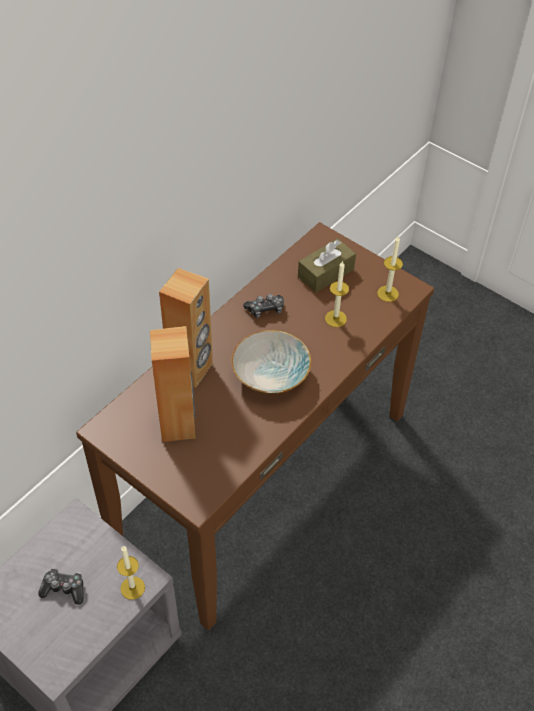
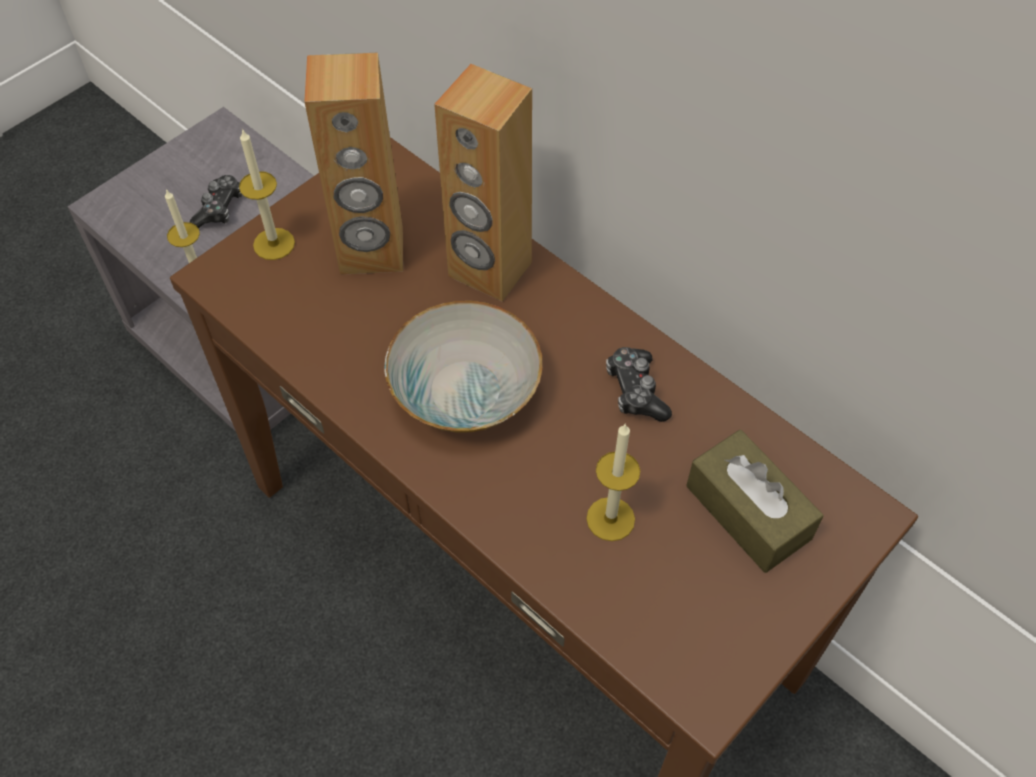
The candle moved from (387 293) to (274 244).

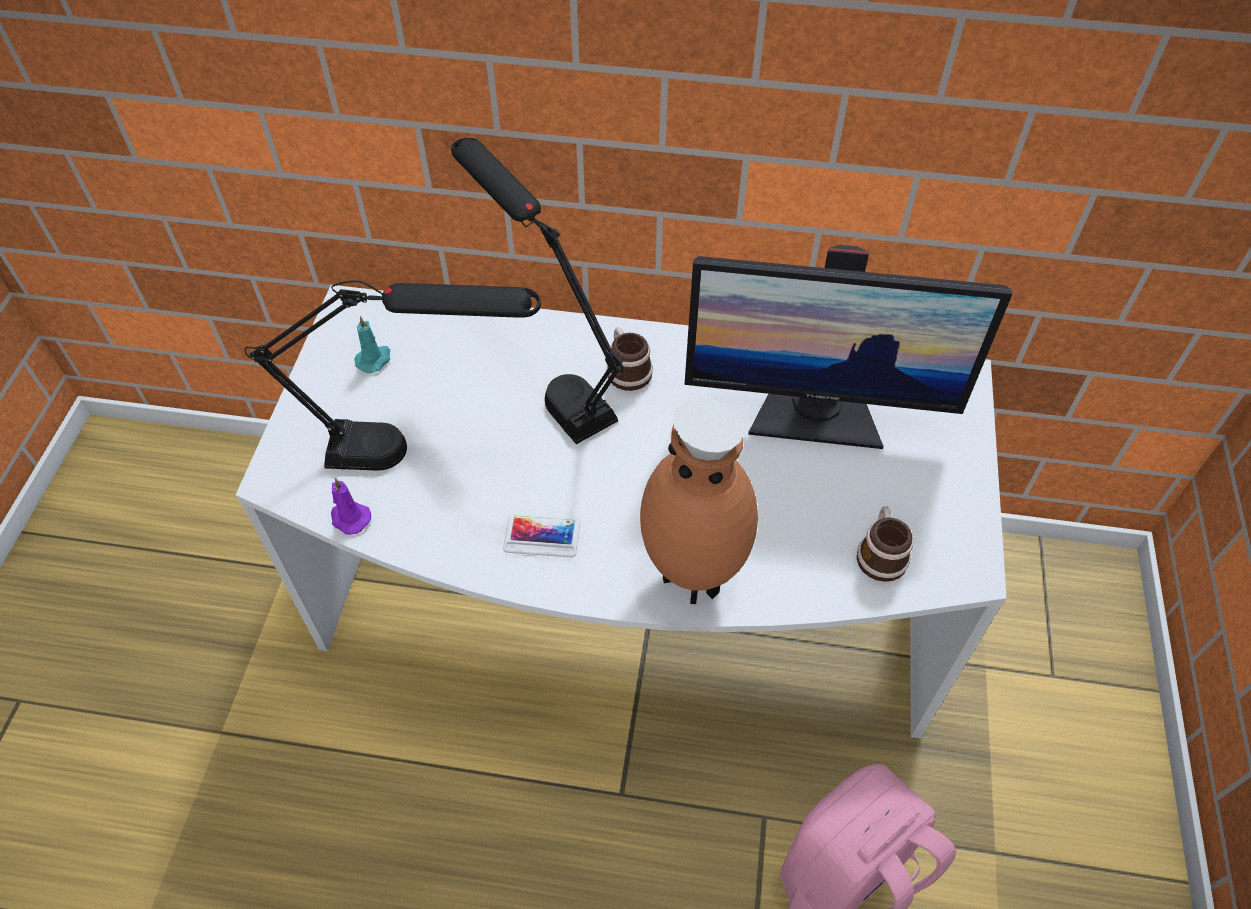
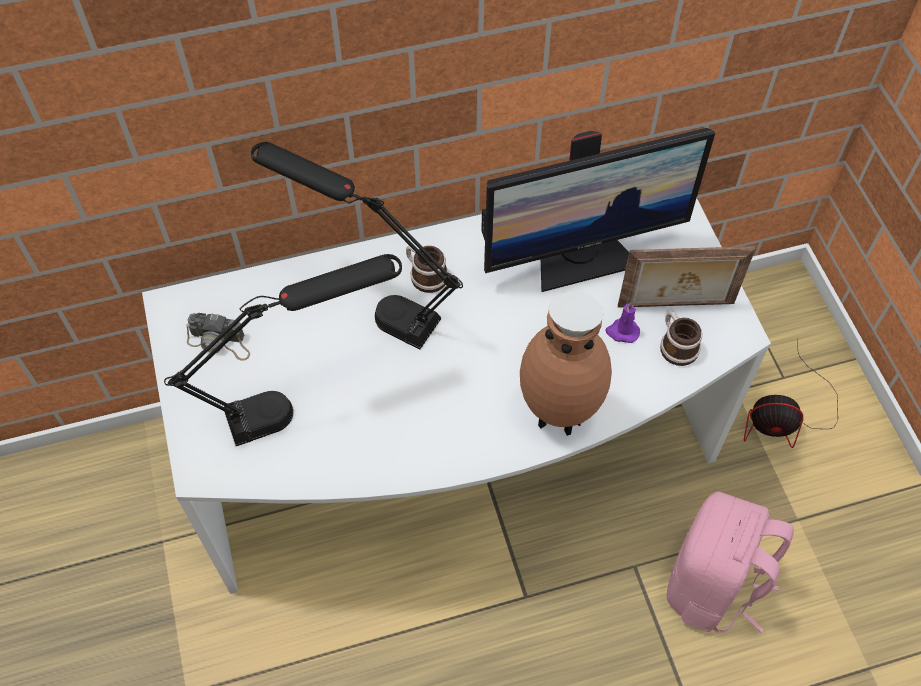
The candle in turquoise at (374 359) was replaced by the photo camera at (220 342). The candle in purple moved from (349 518) to (622 332). The phone at (542 536) disappeared. The picture frame at (676 306) appeared. The fan at (785 417) appeared.

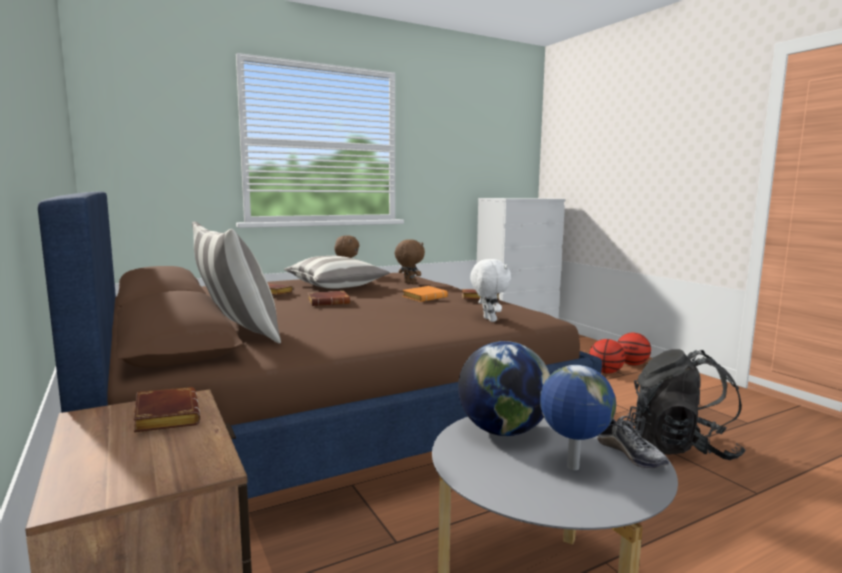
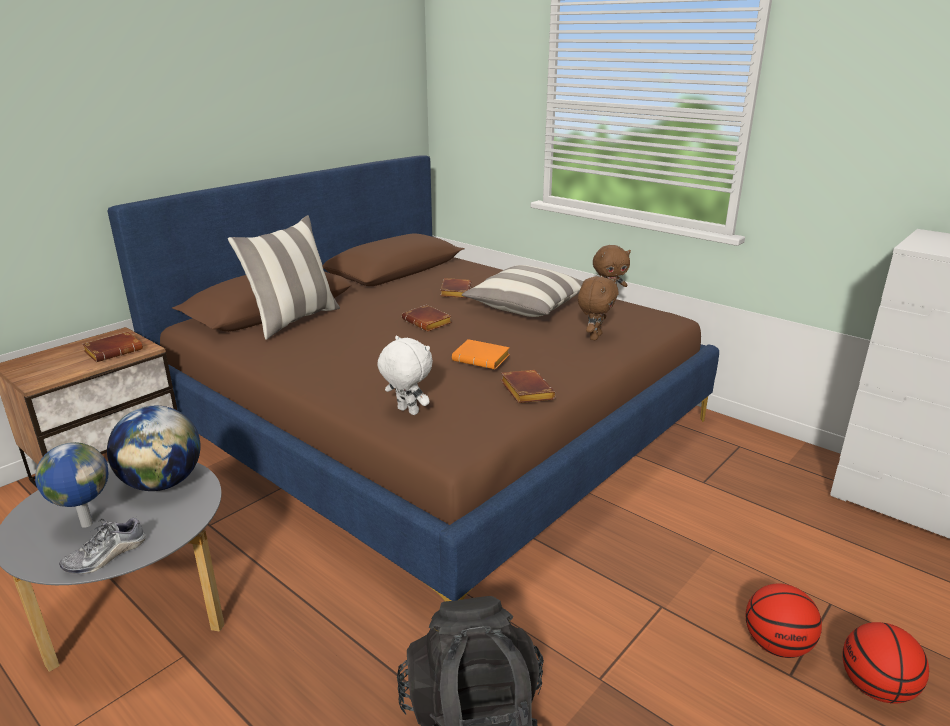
The plush toy in white at (488 319) turned 105 degrees counterclockwise.

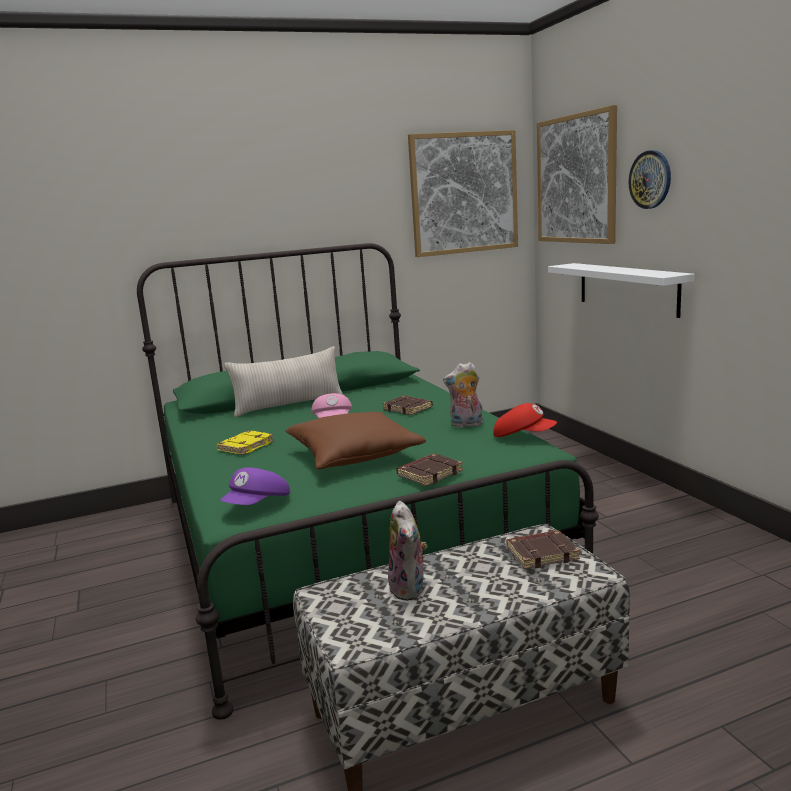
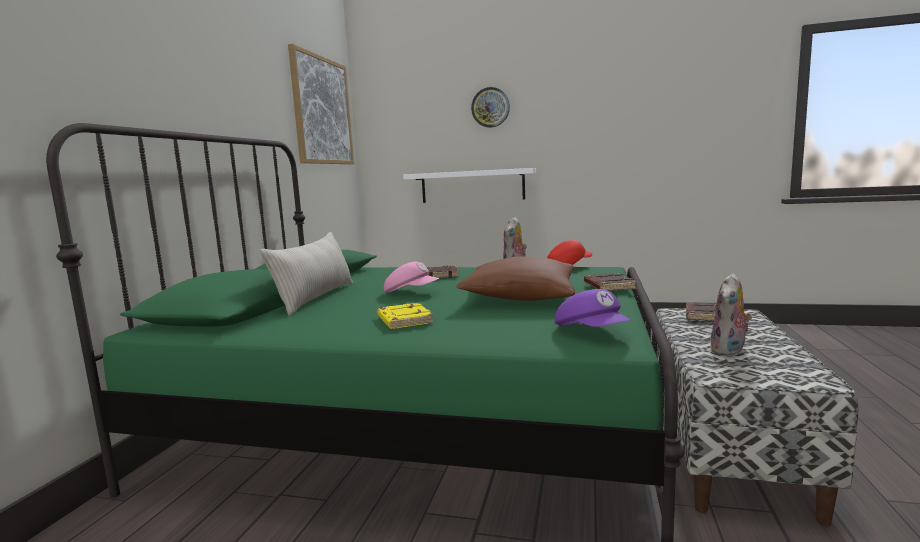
The picture at (576 179) disappeared. The plush toy at (410 589) turned 105 degrees clockwise.

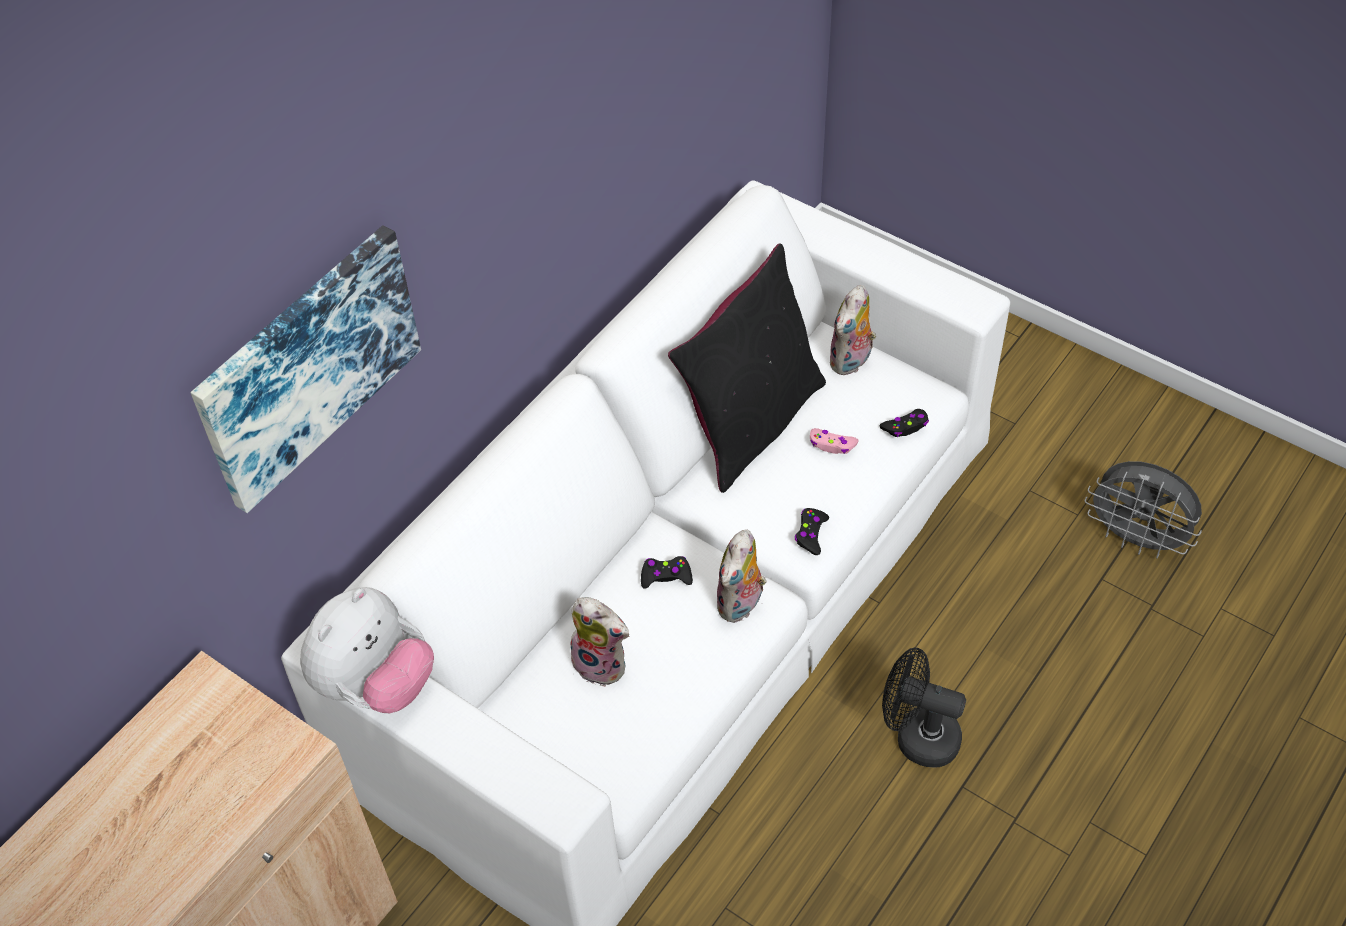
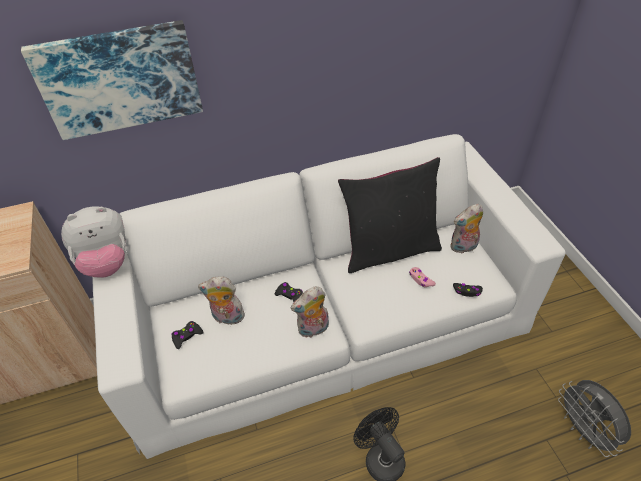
The game controller in black moved from (811 534) to (187 336). The plush toy at (603 663) turned 120 degrees clockwise.

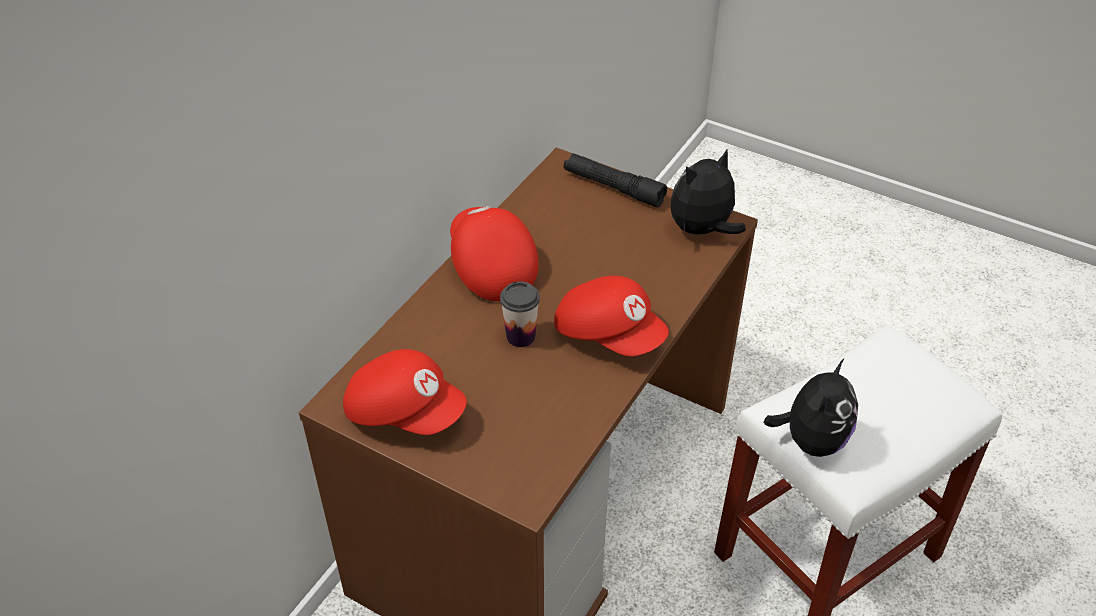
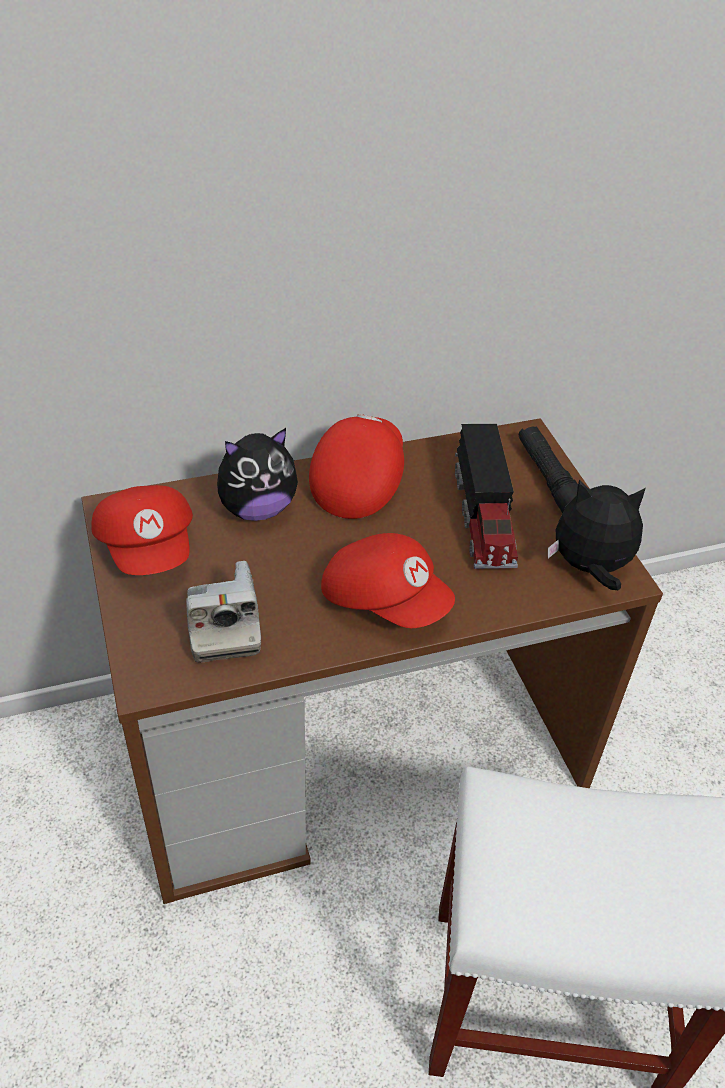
The cap in red at (609 334) turned 45 degrees counterclockwise. The cup at (520 336) disappeared. The plush toy moved from (811 440) to (257 508). The toy truck at (483 516) appeared. The photo camera at (223 626) appeared.

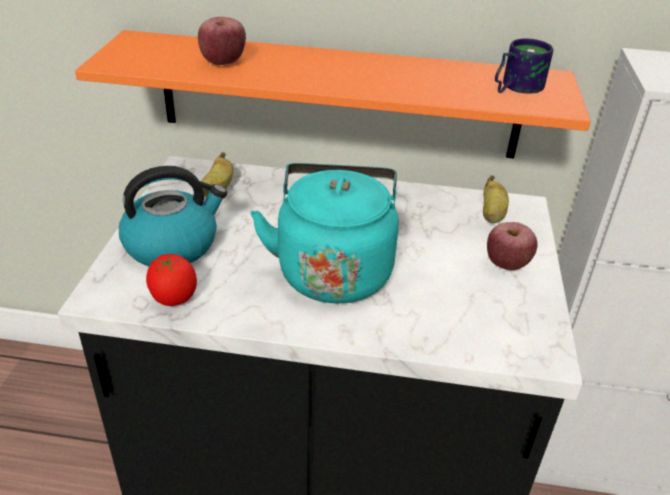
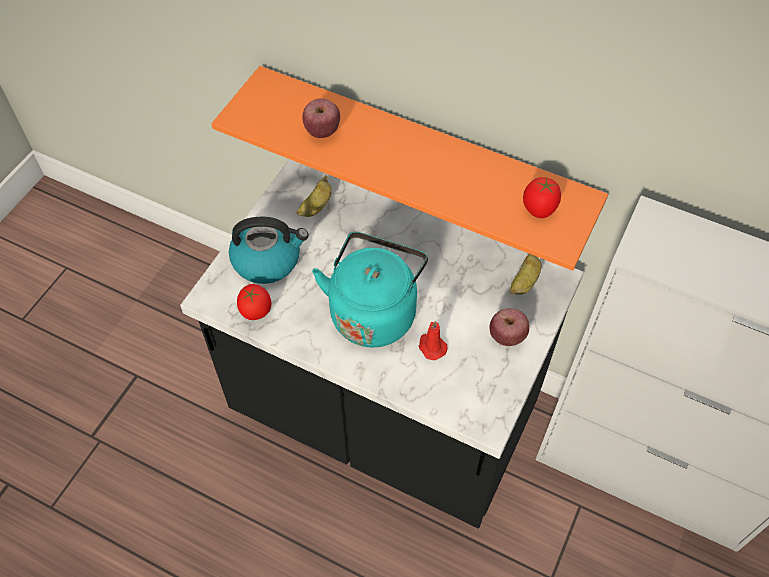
The mug at (513 87) was replaced by the tomato at (539 209). The candle in red at (431 346) appeared.

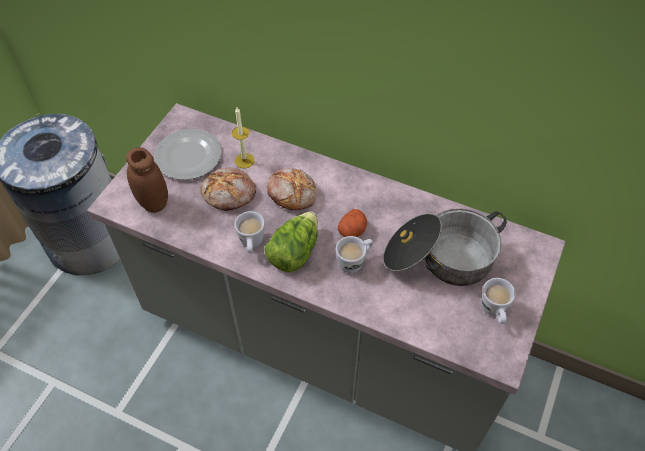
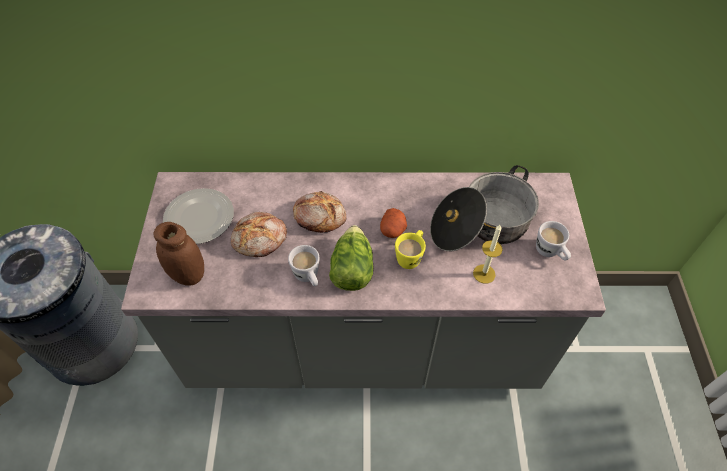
The candle moved from (244 160) to (484 274). The mug in white at (354 261) became the mug in yellow at (411 256).

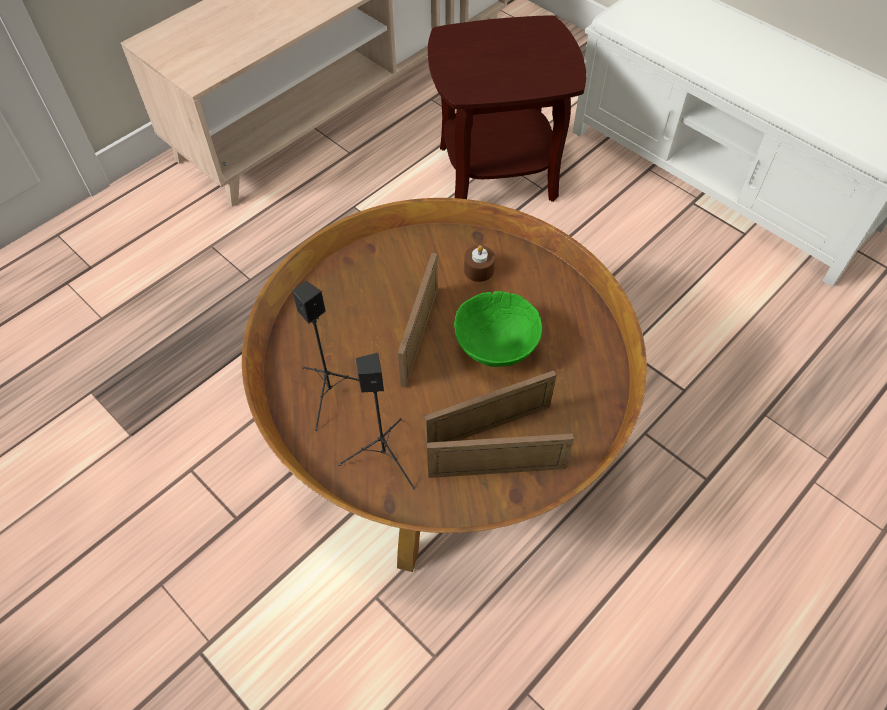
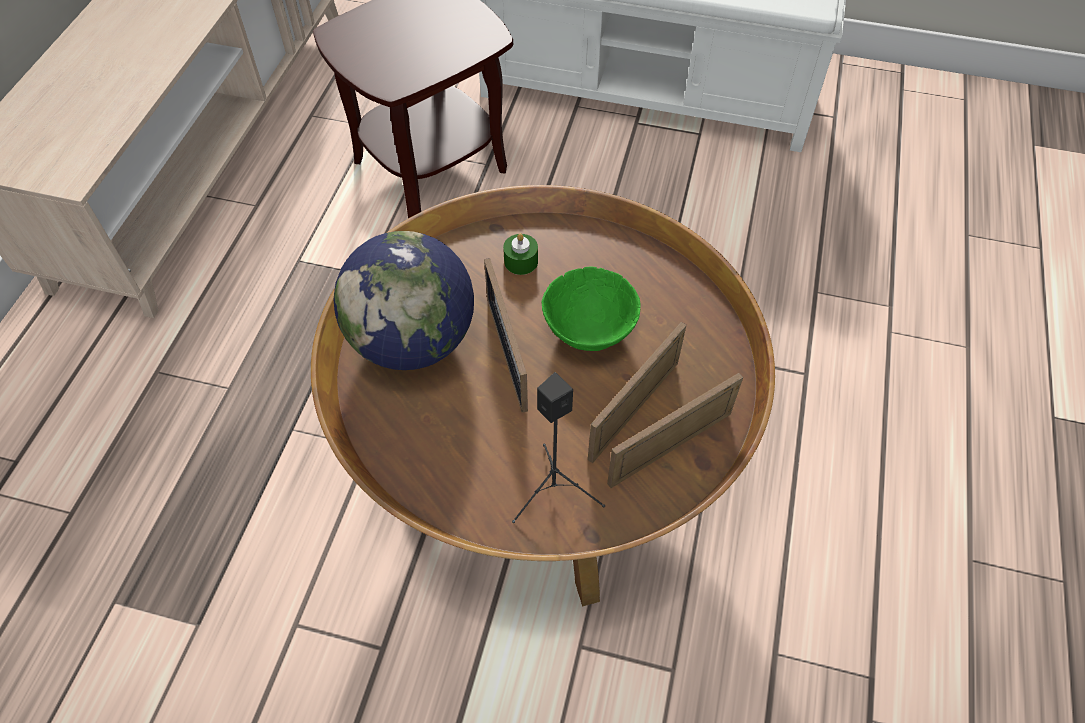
The candle in brown at (479 270) became the candle in green at (521 261). The speaker in black at (332 392) disappeared. The globe at (413 341) appeared.

